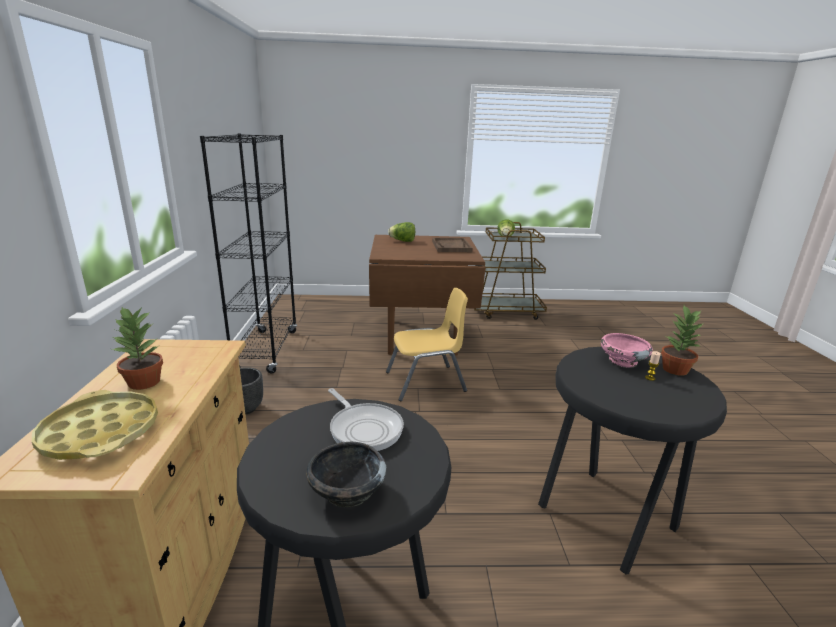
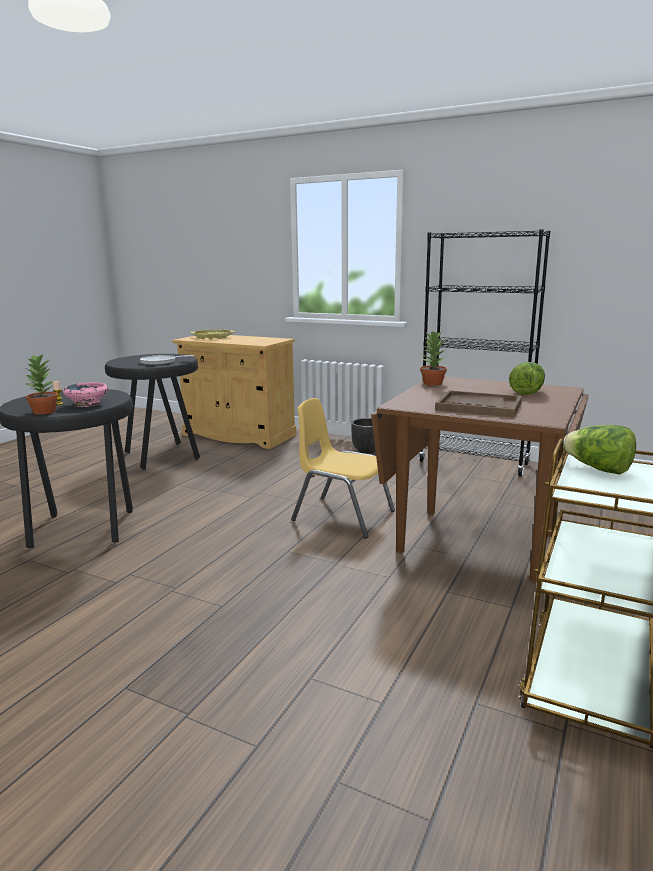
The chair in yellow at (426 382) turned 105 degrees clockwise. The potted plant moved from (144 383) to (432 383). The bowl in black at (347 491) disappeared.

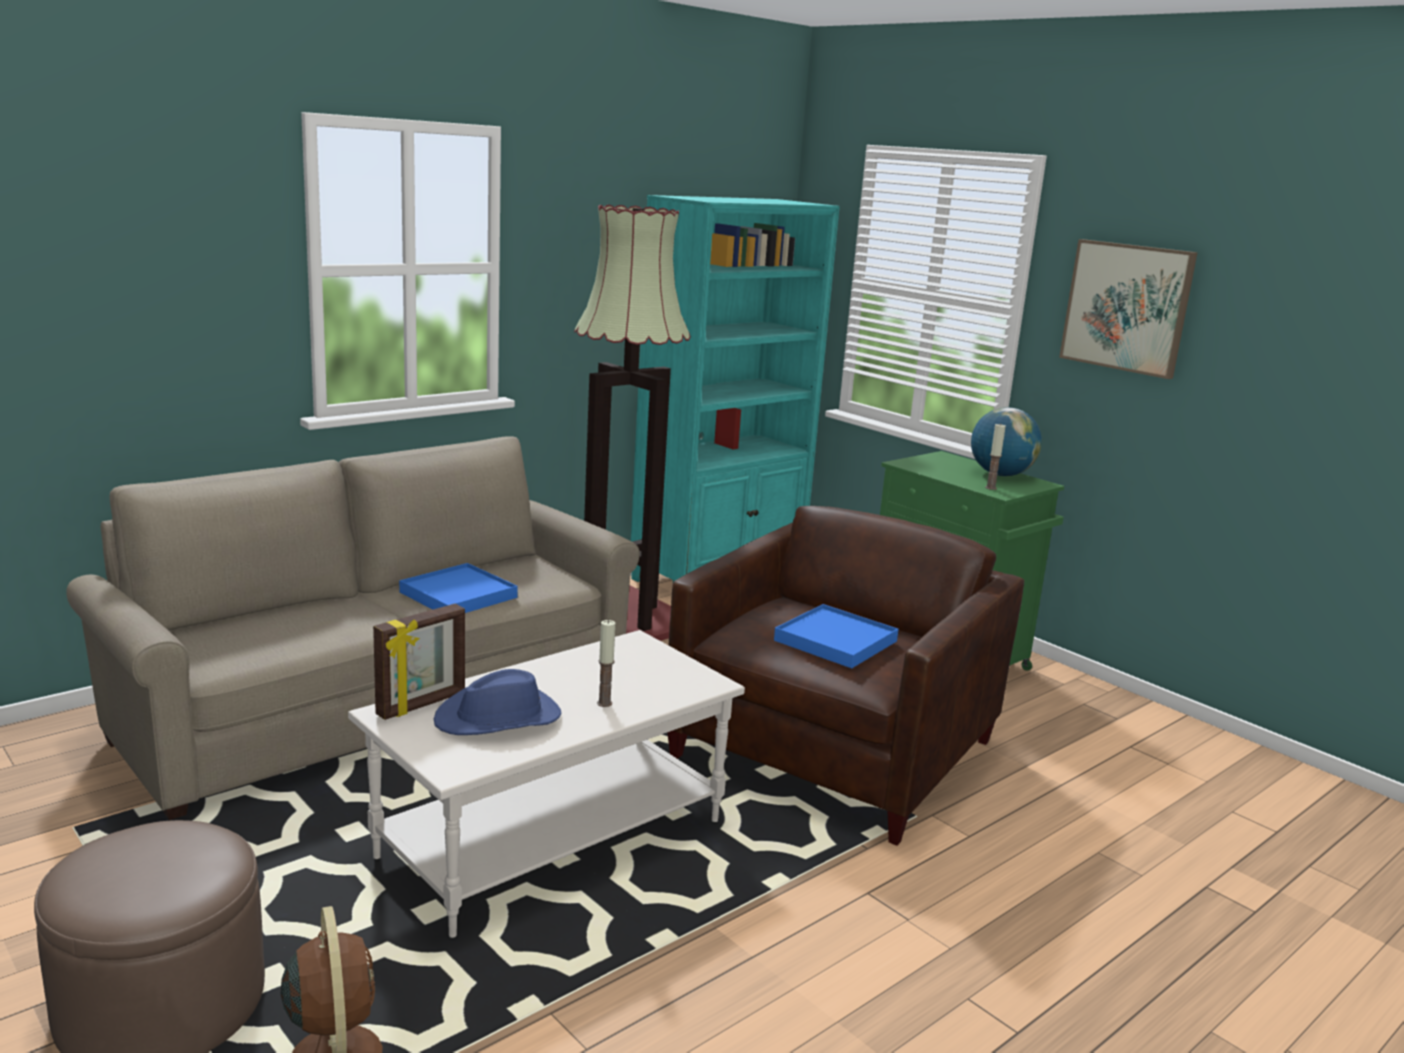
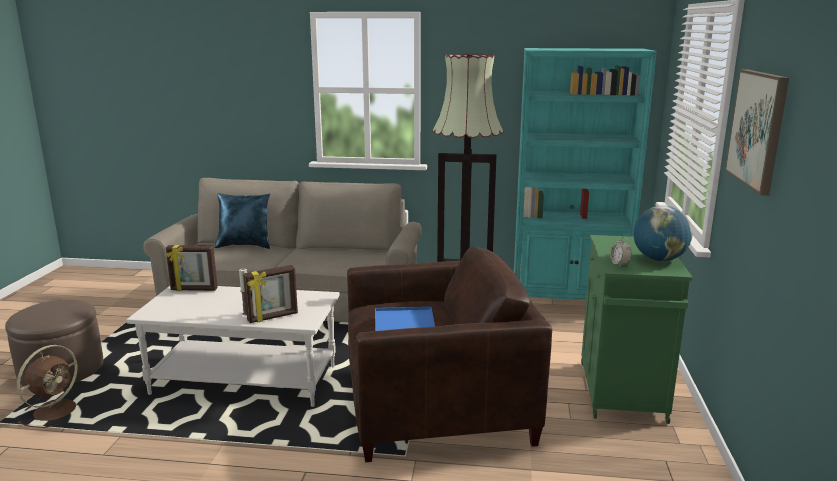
The candle at (990 488) was replaced by the alarm clock at (619 264). The tray in blue at (458 595) disappeared. The hat in blue at (499 718) disappeared. The pillow in blue at (245 245) appeared. The picture frame at (273 317) appeared.

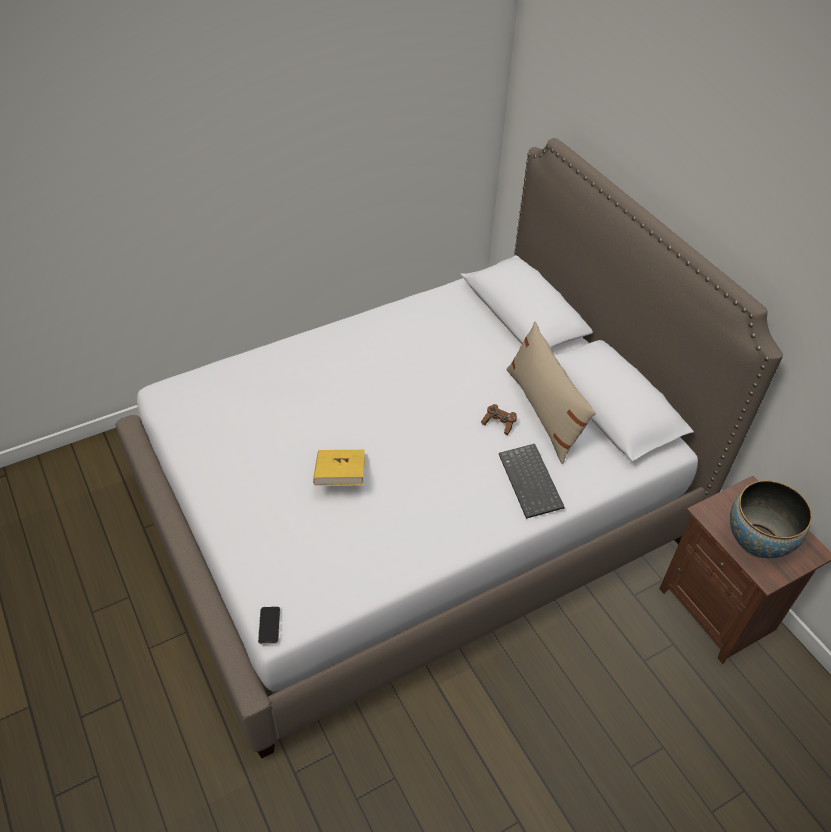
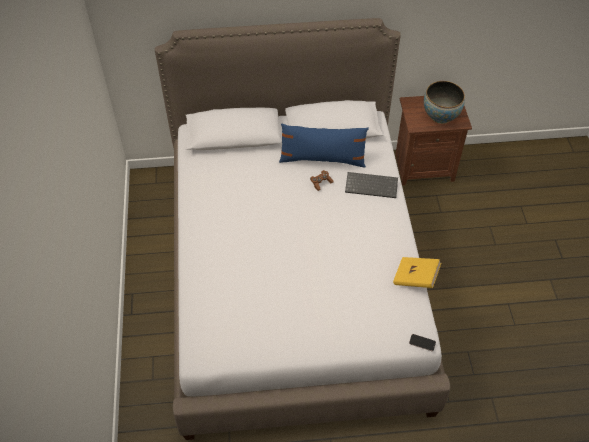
The pillow in beige at (544 412) became the pillow in blue at (322 159). The book in yellow moved from (340 477) to (415 278).

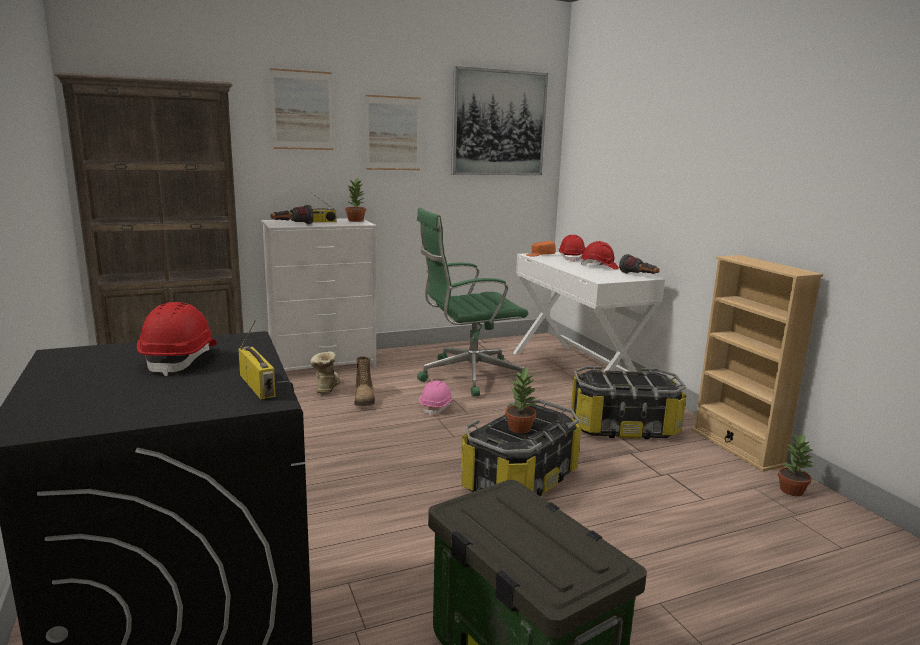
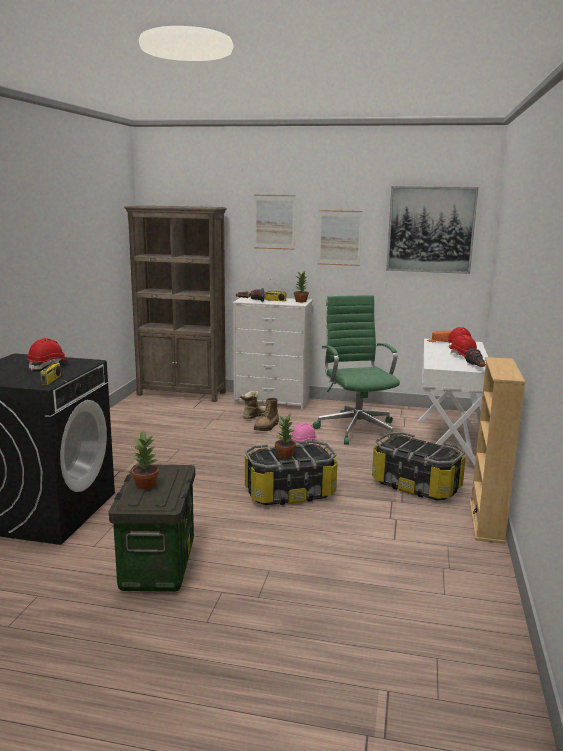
The office chair in green at (468 376) turned 60 degrees clockwise. The potted plant moved from (791 490) to (146 484).

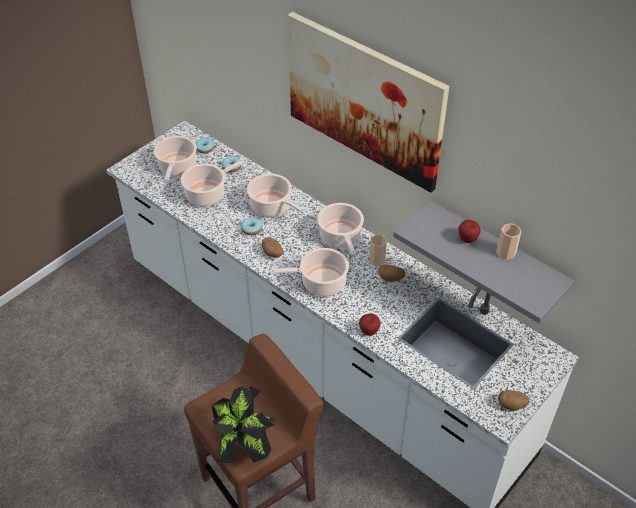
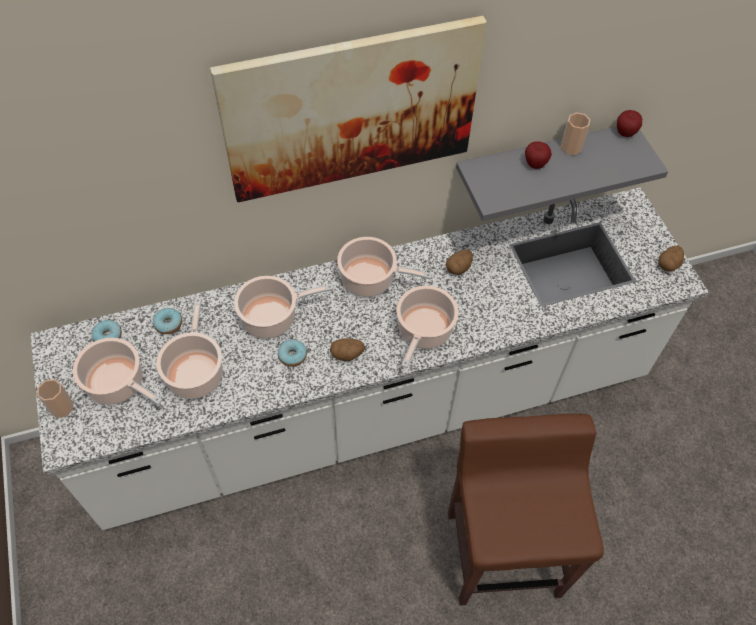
The cup moved from (377 260) to (61 407). The apple moved from (369 331) to (625 133). The potted plant at (243 445) disappeared.

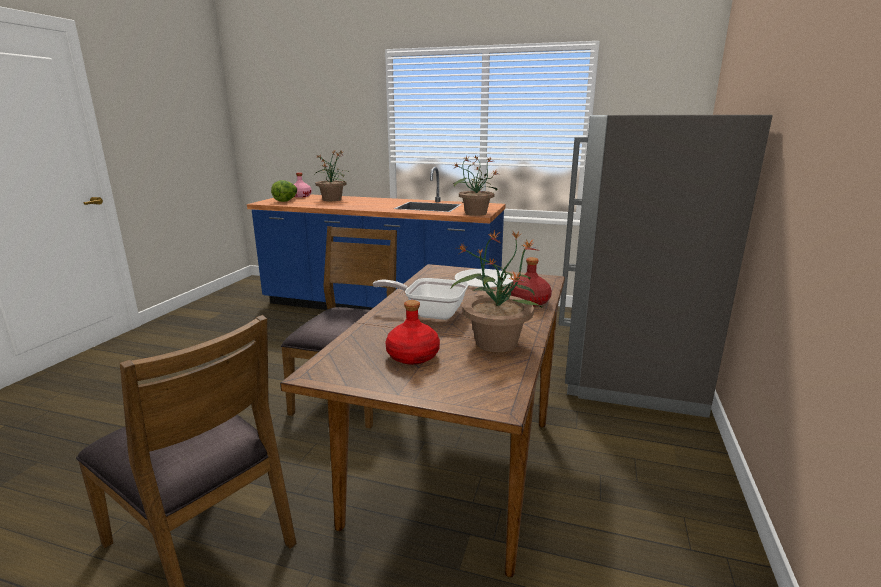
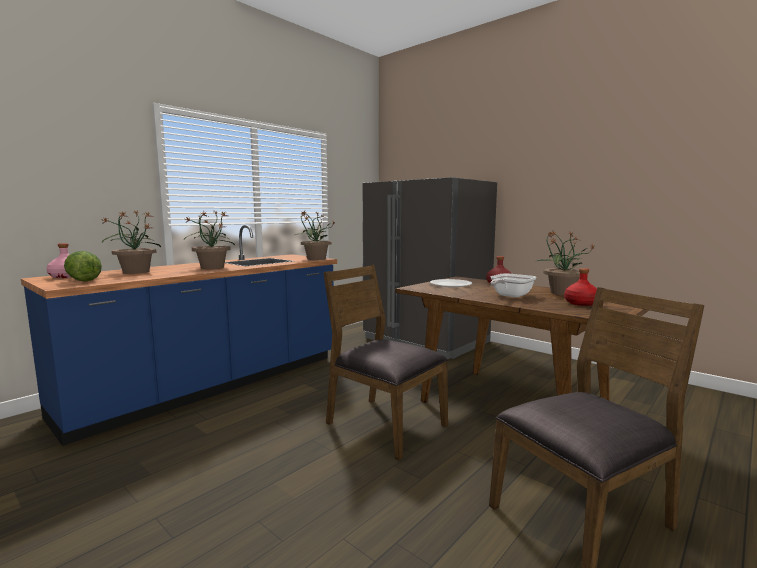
The potted plant at (212 267) appeared.

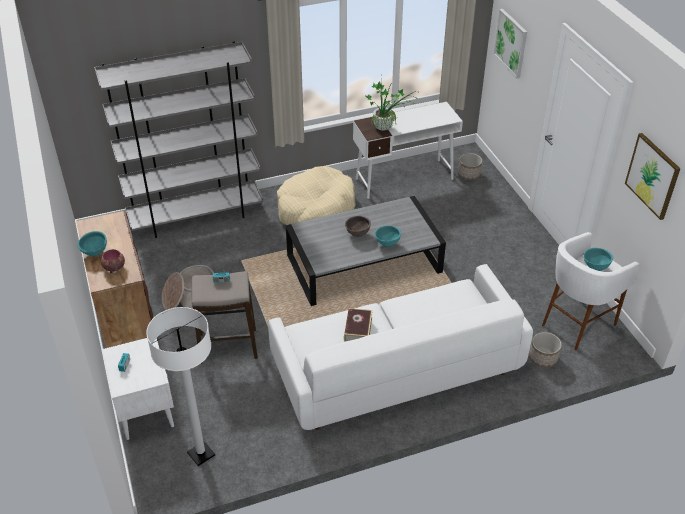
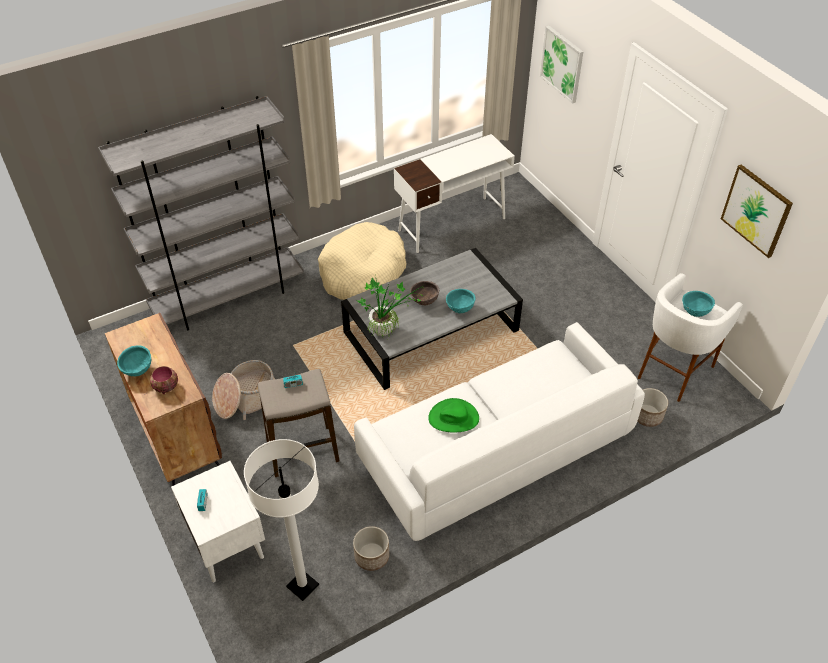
The potted plant moved from (386 127) to (387 328). The planter moved from (468 175) to (371 556). The book at (358 329) was replaced by the hat in green at (453 418).

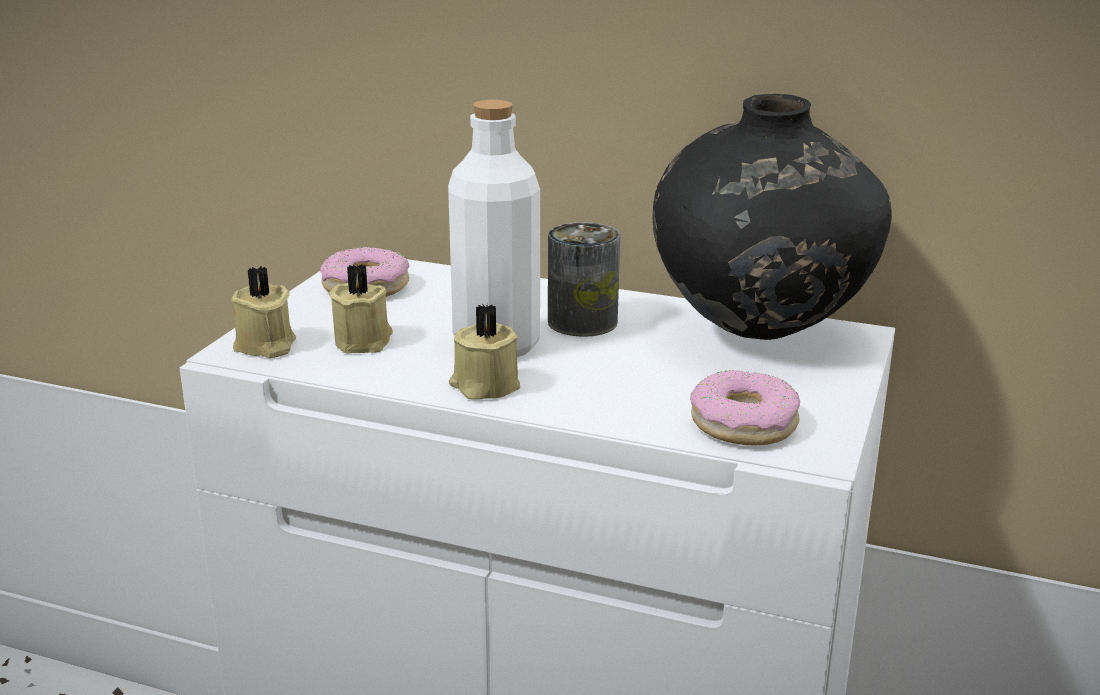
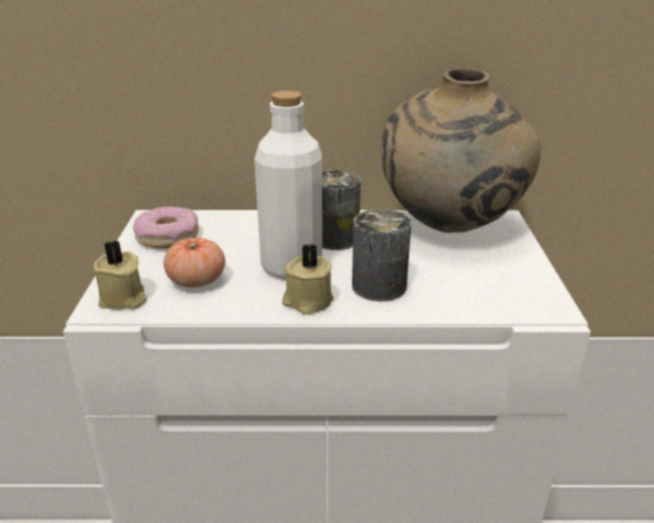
The vase in black at (760 336) became the vase in beige at (450 230). The candle in beige at (365 341) was replaced by the tomato at (196 280). The donut at (744 424) disappeared. The can at (379 286) appeared.

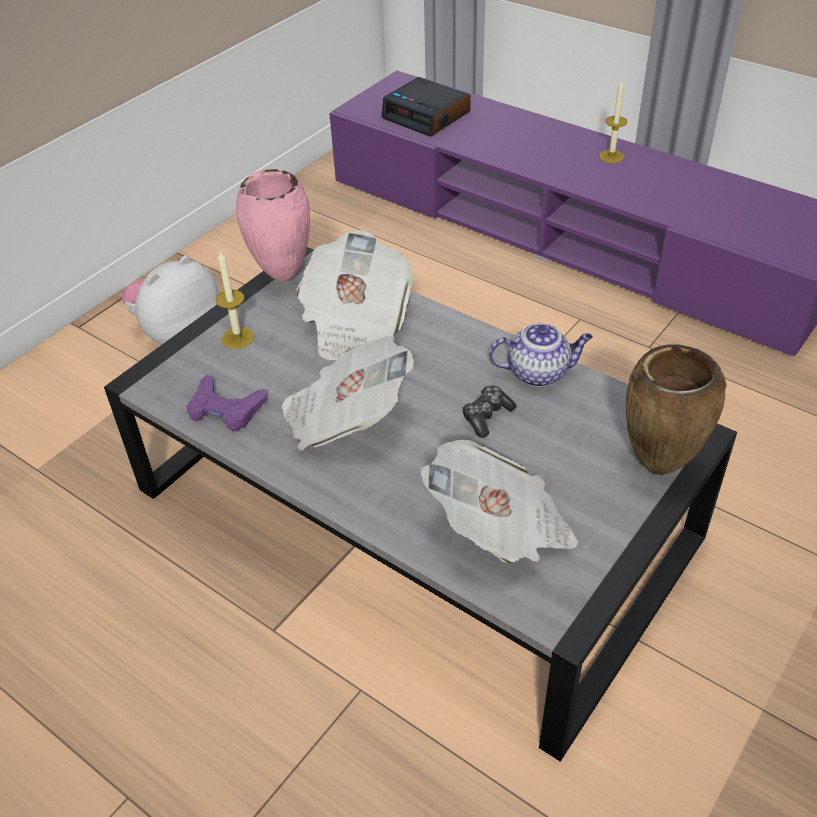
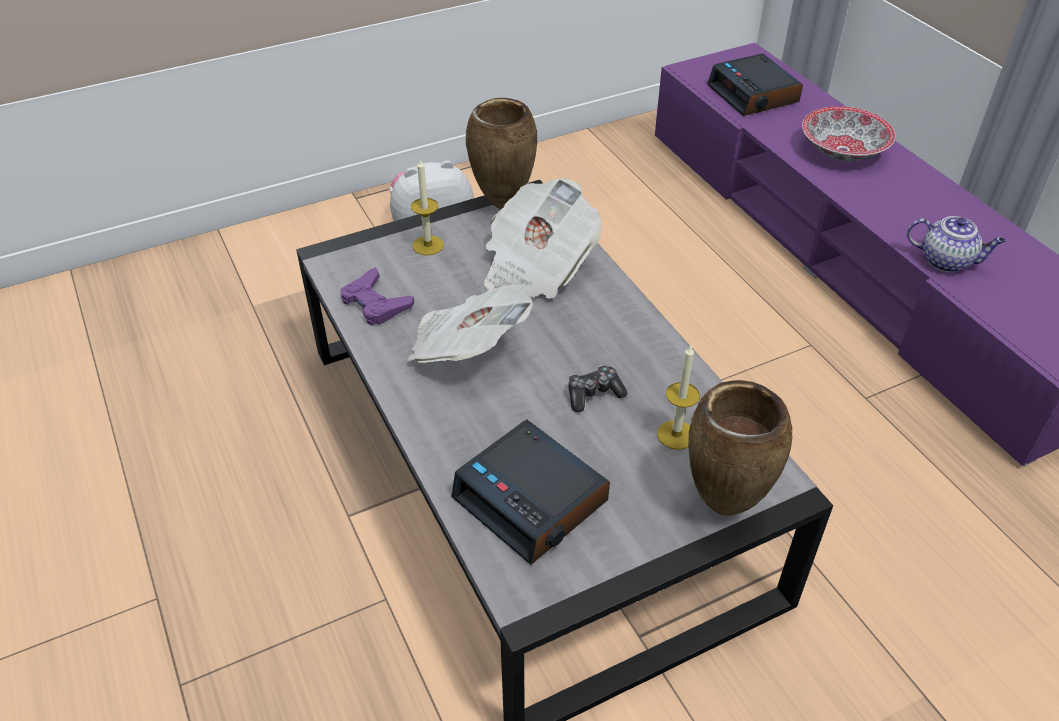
The candle moved from (611 156) to (676 435). The vase in pink at (282 277) became the vase in brown at (501 204). The teapot moved from (539 372) to (947 261). The newspaper at (500 529) was replaced by the alarm clock at (532 500). The bowl at (841 150) appeared.

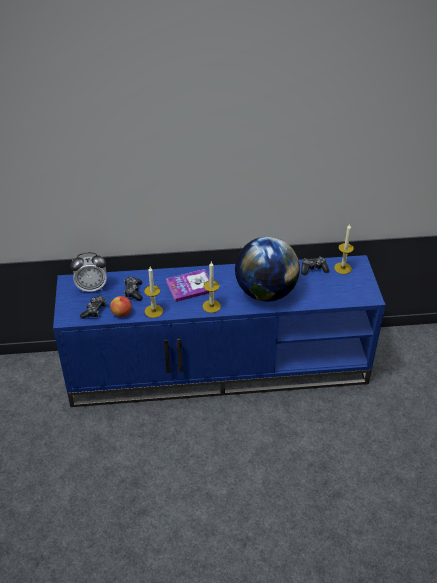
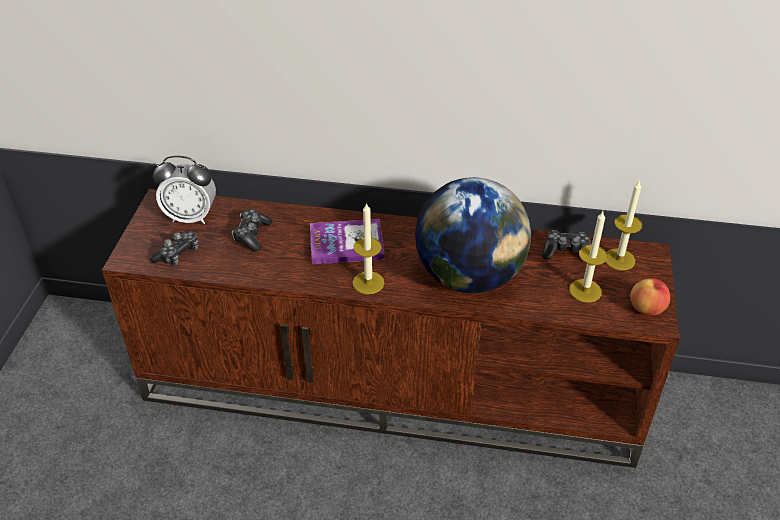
The tv stand in blue at (219 367) became the tv stand in brown at (393 385). The candle moved from (153 311) to (585 290). The apple moved from (122 313) to (647 309).

